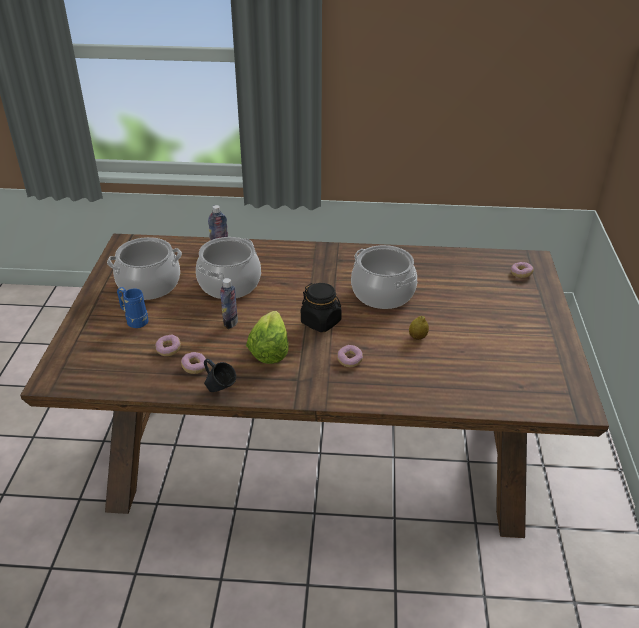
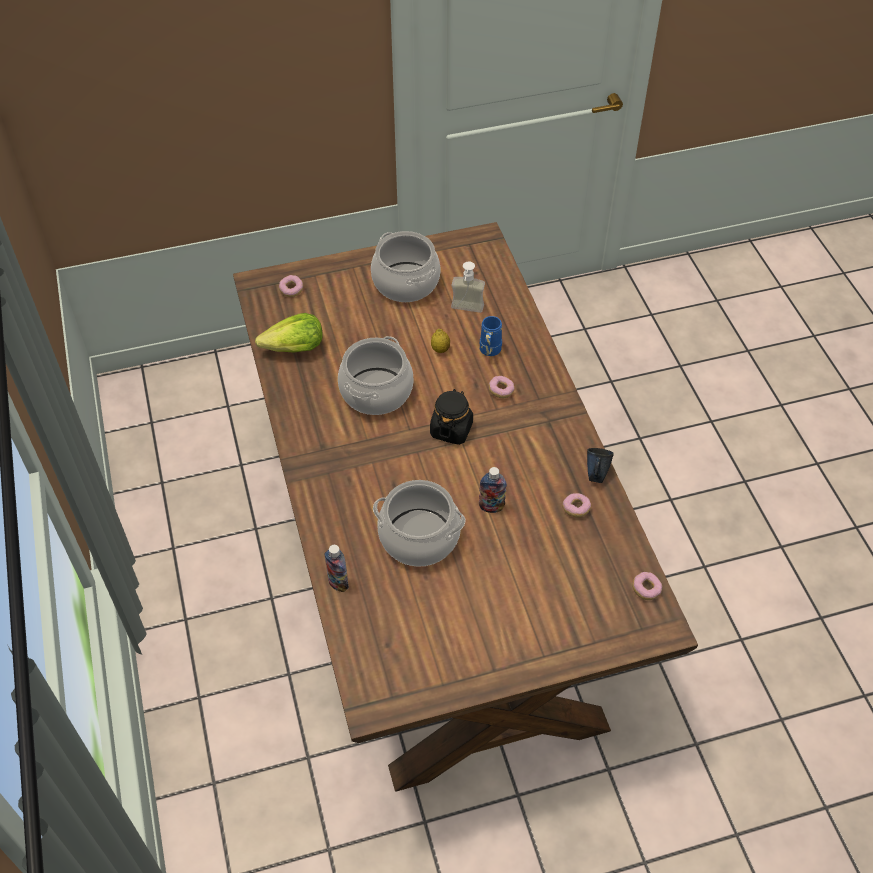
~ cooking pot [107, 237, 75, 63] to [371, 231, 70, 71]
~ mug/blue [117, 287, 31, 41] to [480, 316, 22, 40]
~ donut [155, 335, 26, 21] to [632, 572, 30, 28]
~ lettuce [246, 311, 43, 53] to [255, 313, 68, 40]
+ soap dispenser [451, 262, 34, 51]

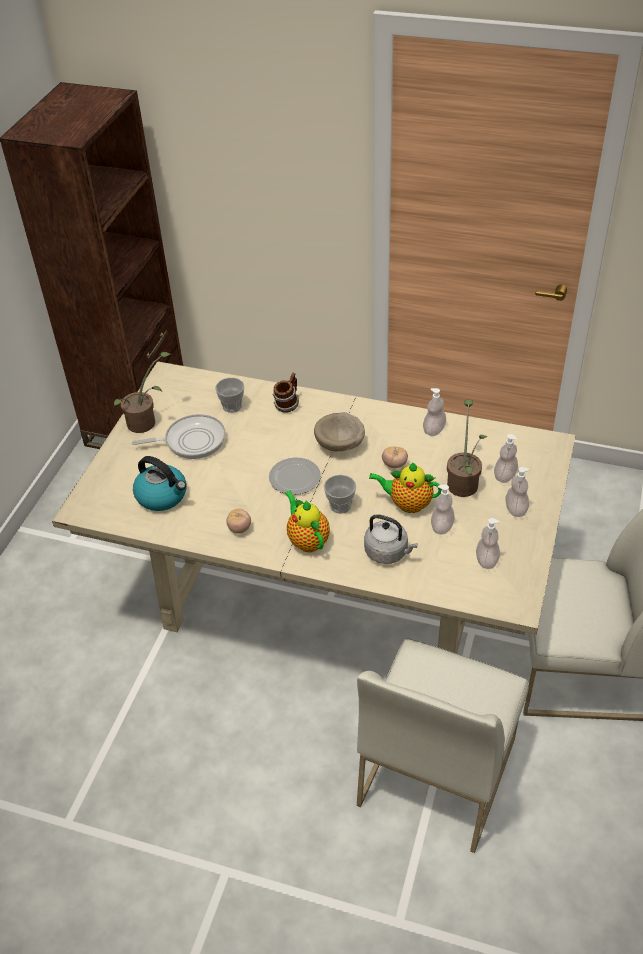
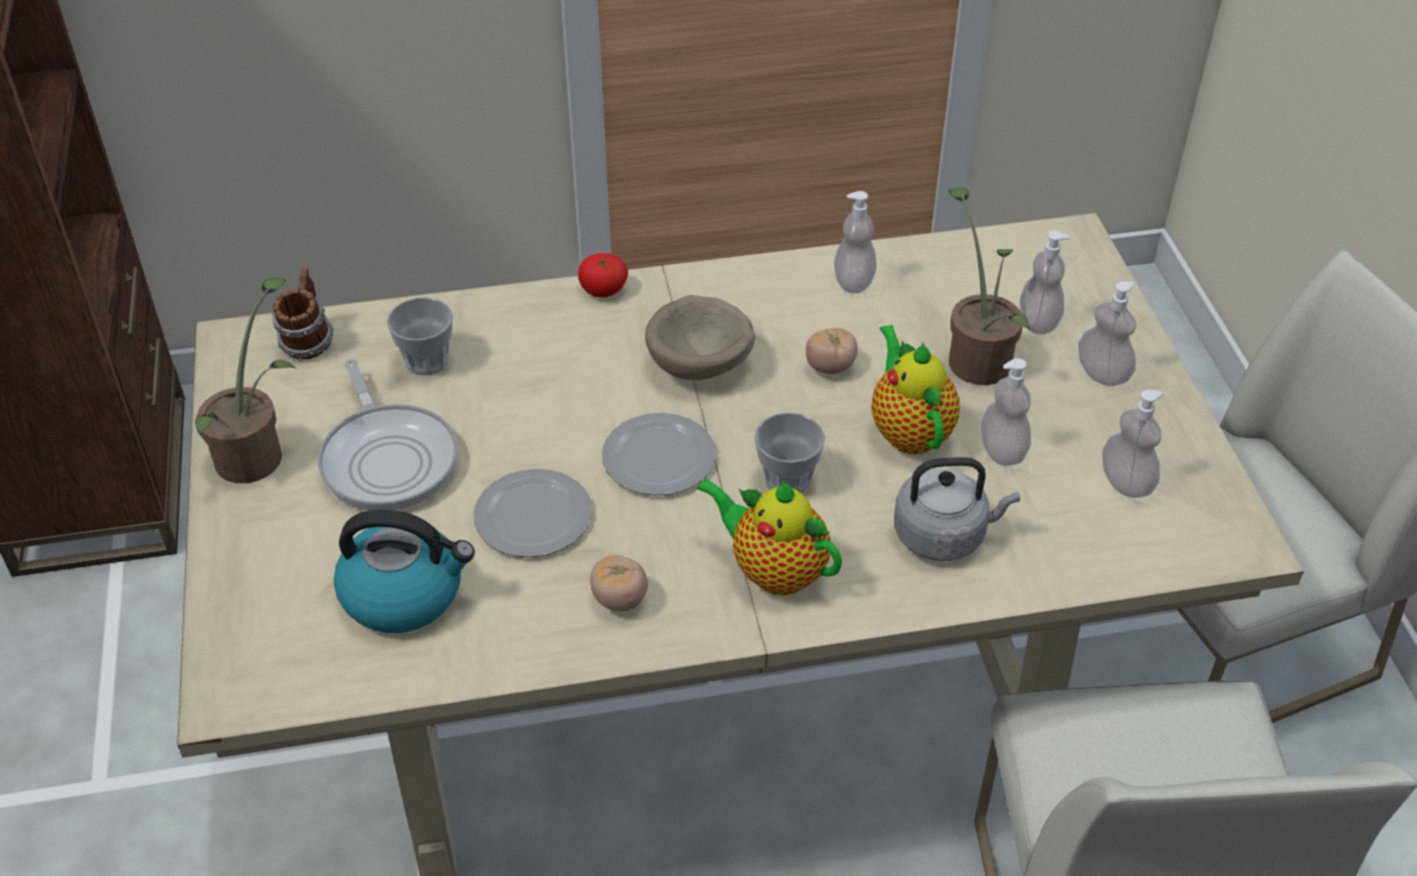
~ frying pan [132, 414, 94, 45] = [318, 359, 140, 152] 105 degrees clockwise
~ mug [273, 373, 26, 40] to [272, 268, 62, 91]
~ teapot [369, 462, 73, 51] = [871, 325, 89, 130] 90 degrees clockwise
+ plate [473, 469, 119, 88]
+ tomato [578, 253, 50, 45]

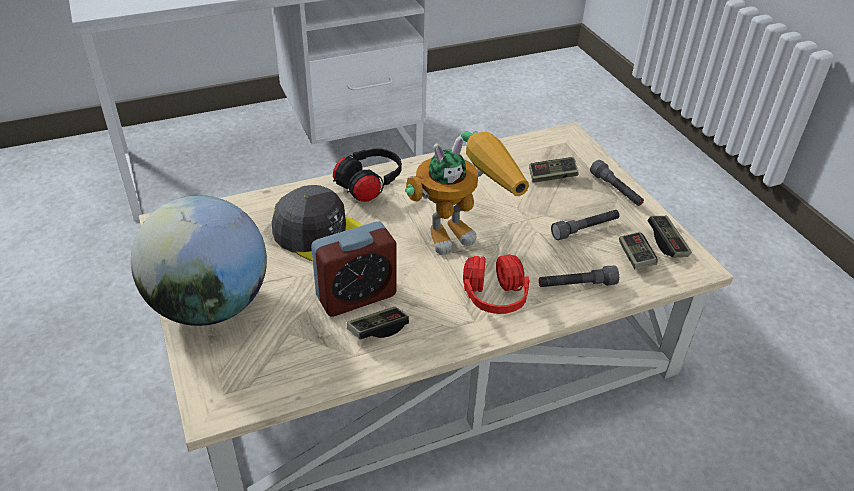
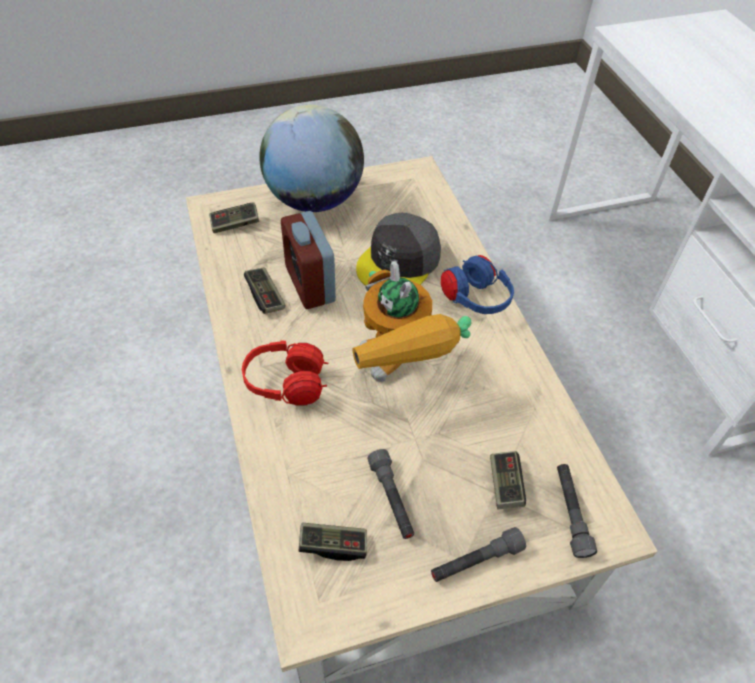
~ headphones/black [333, 148, 69, 54] to headphones/blue [441, 255, 73, 59]
~ flashlight/grey [539, 266, 80, 21] to [557, 464, 40, 94]
~ game controller [648, 216, 44, 42] to [209, 202, 50, 31]

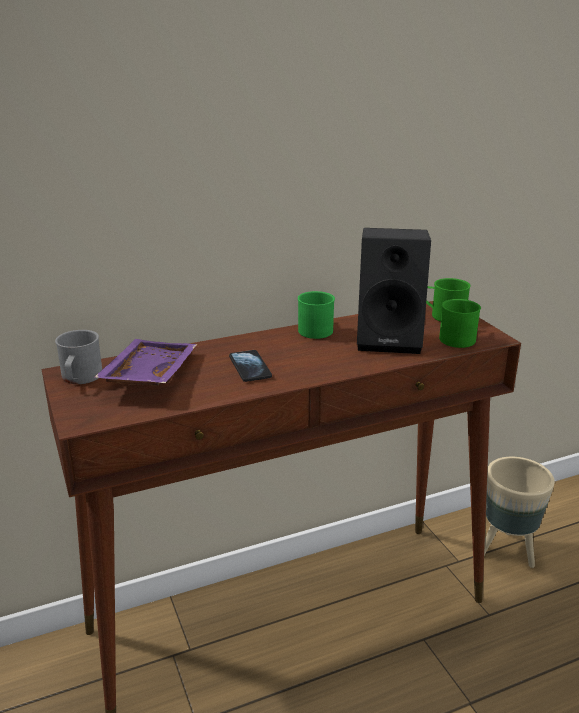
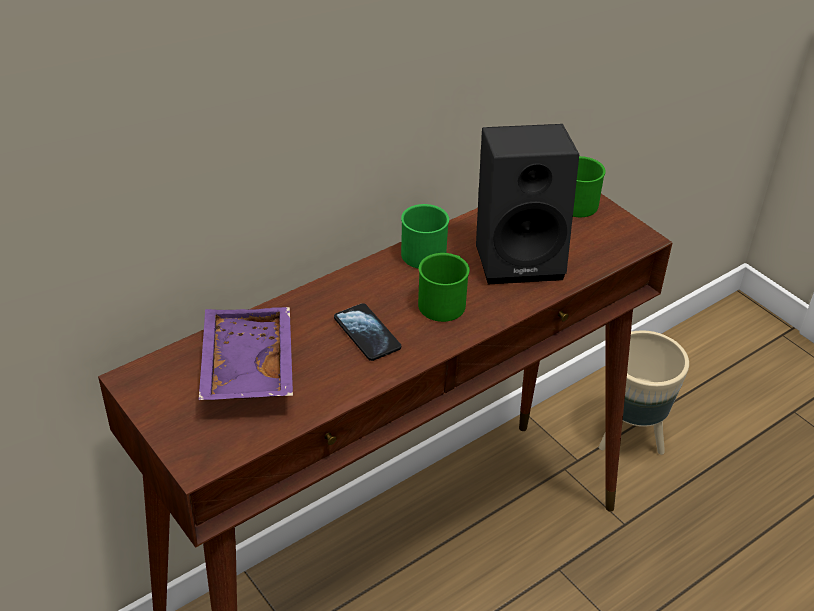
- mug/grey [55, 330, 47, 54]
~ mug/green [439, 299, 42, 49] to [418, 253, 52, 69]

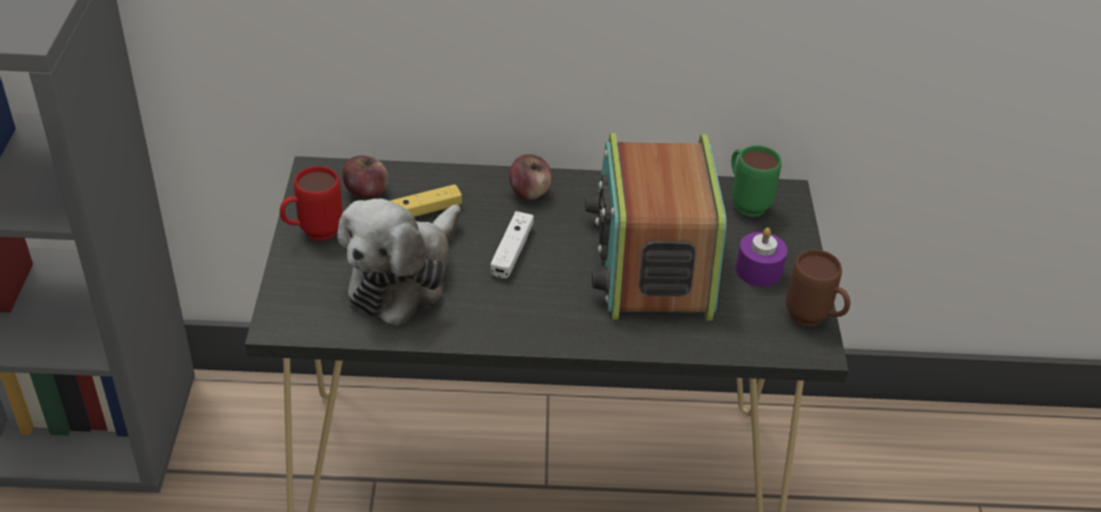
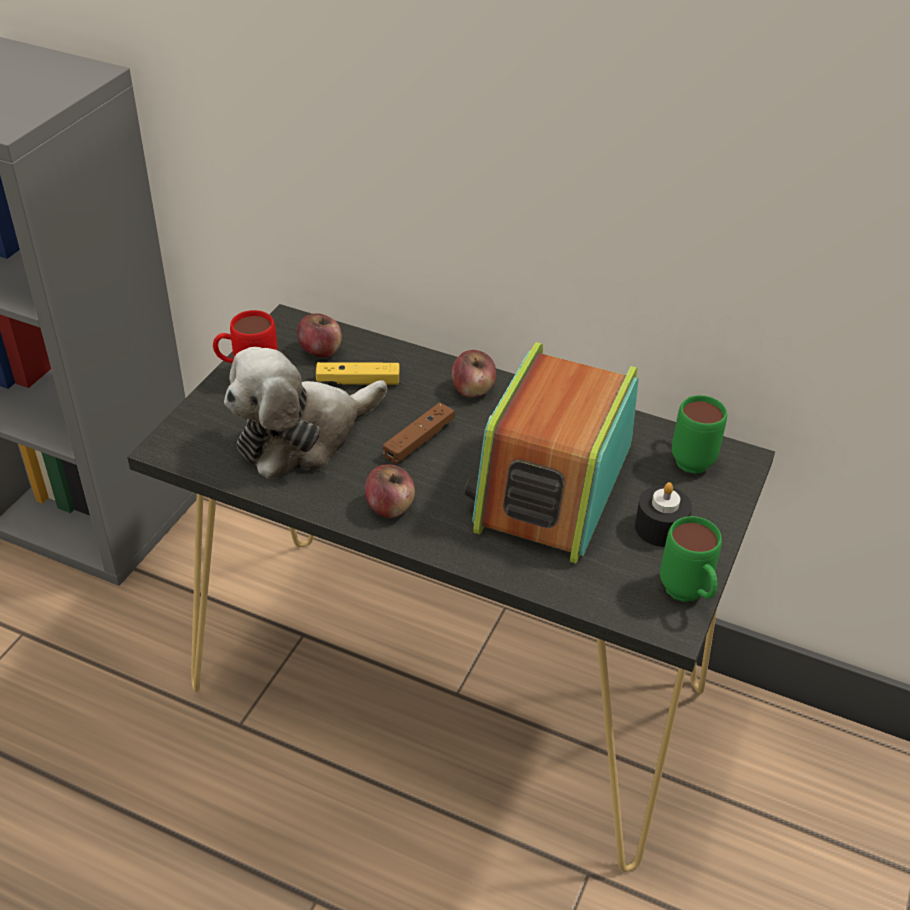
~ game controller/white [490, 211, 44, 68] to game controller/brown [383, 402, 72, 62]
~ candle/purple [736, 228, 51, 59] to candle/black [635, 482, 57, 65]
~ mug/brown [786, 250, 64, 76] to mug/green [660, 516, 62, 86]
+ apple [365, 464, 50, 54]

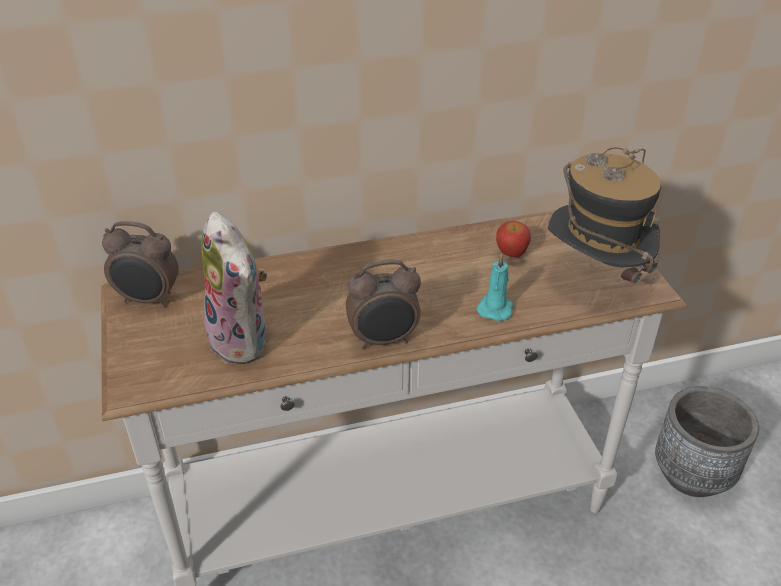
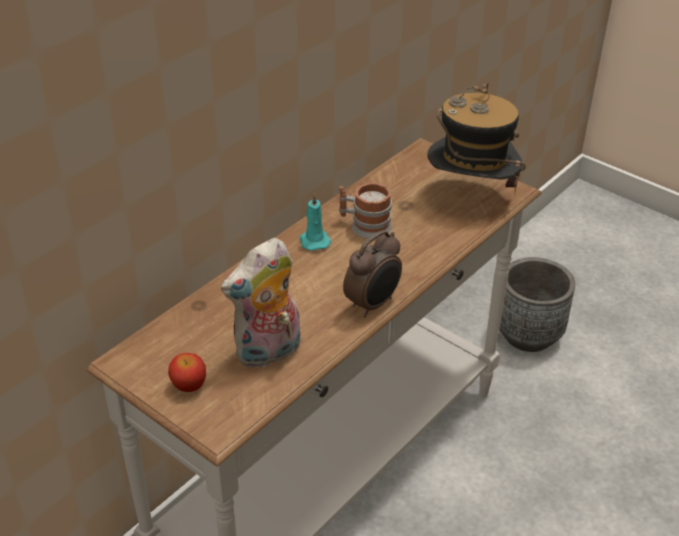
- alarm clock [102, 221, 77, 86]
~ plush toy [202, 212, 65, 152] = [221, 238, 79, 130] 120 degrees clockwise
~ candle/turquoise [477, 253, 36, 68] to [300, 193, 31, 58]
~ apple [496, 221, 35, 36] to [168, 353, 38, 39]
+ mug [339, 183, 53, 56]

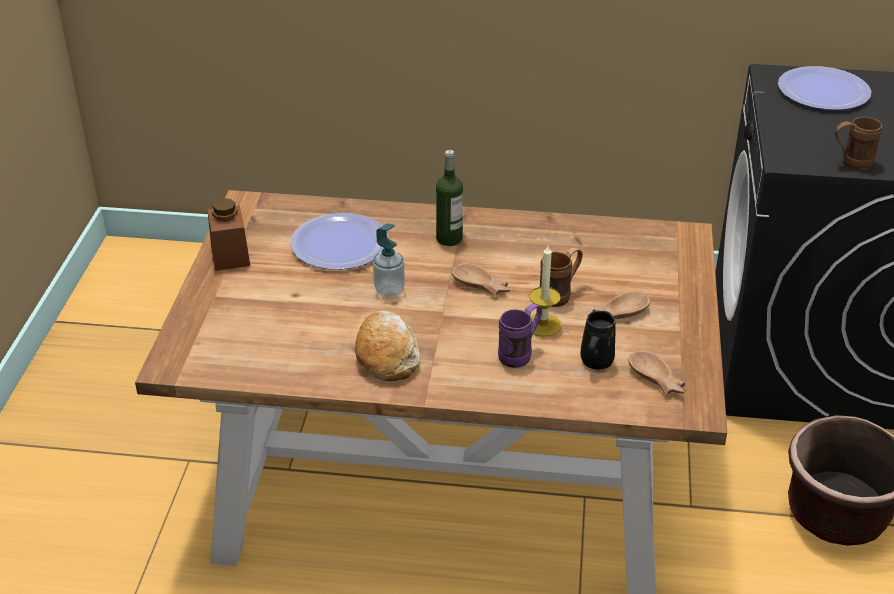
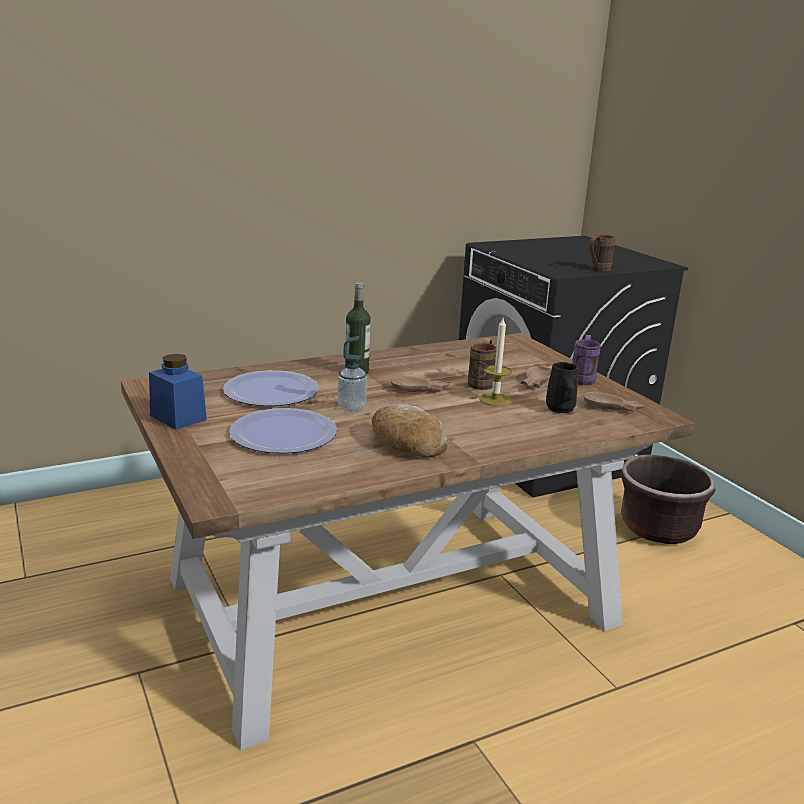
~ jar/brown [207, 198, 43, 73] to jar/blue [149, 354, 58, 76]
~ mug/purple [498, 304, 44, 64] to [572, 335, 29, 50]
~ plate [778, 66, 93, 44] to [229, 408, 108, 46]

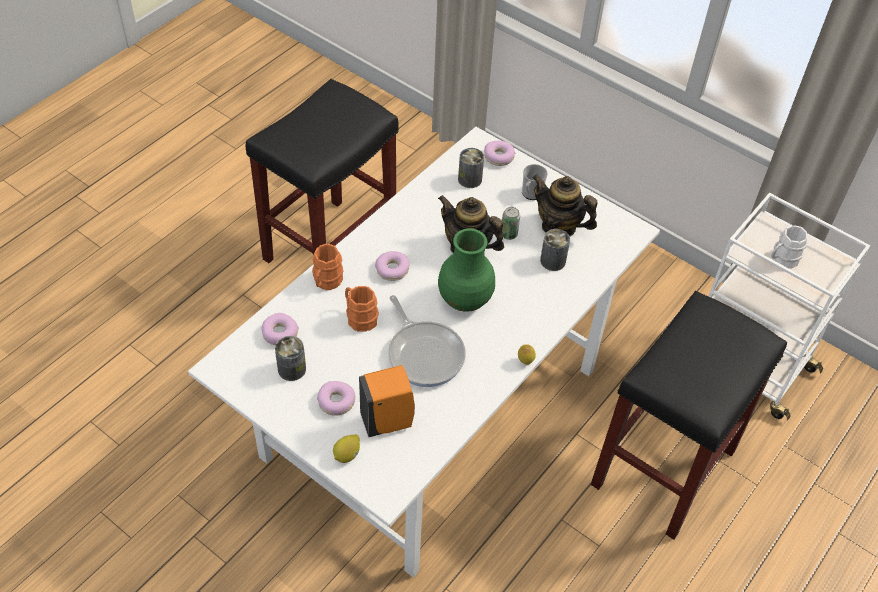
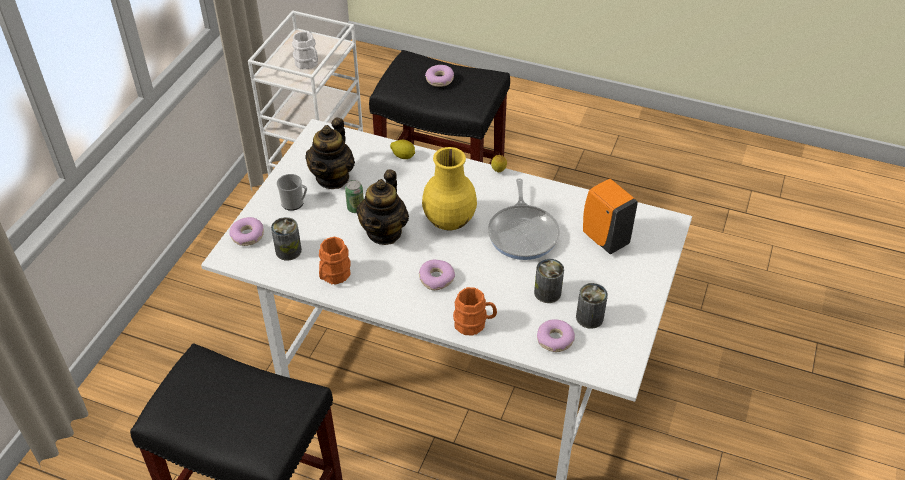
~ donut [317, 381, 38, 35] to [425, 65, 29, 22]
~ lemon [333, 434, 27, 29] to [390, 140, 25, 19]
~ mug/orange [345, 286, 34, 46] to [319, 236, 32, 49]
~ frying pan [388, 295, 78, 92] = [488, 178, 72, 82] 135 degrees clockwise
~ vase/green [438, 228, 57, 84] to vase/yellow [422, 147, 55, 84]
~ can [540, 229, 30, 42] to [534, 259, 30, 44]

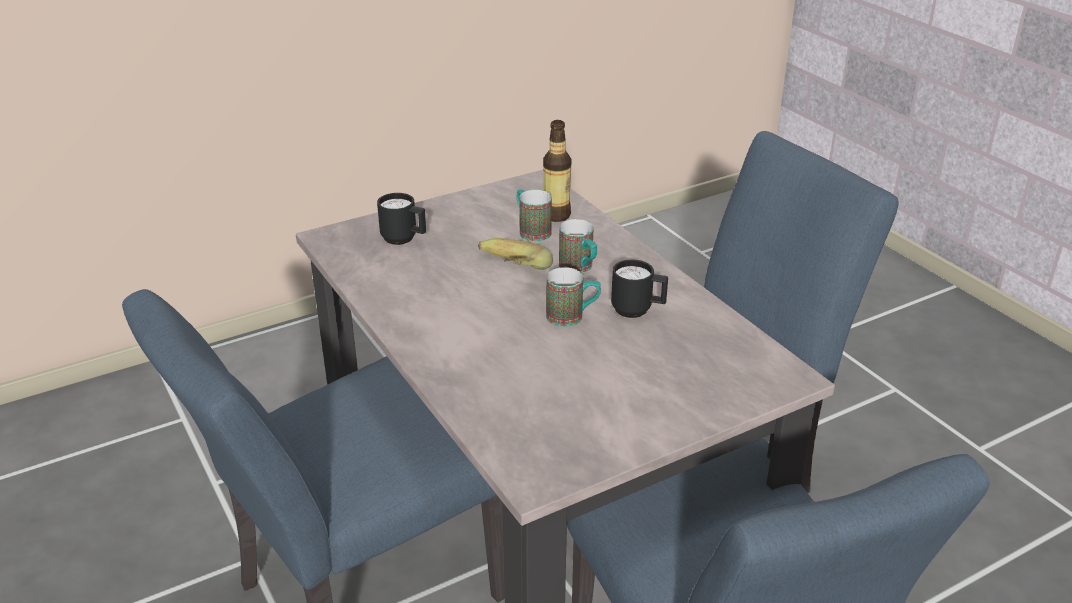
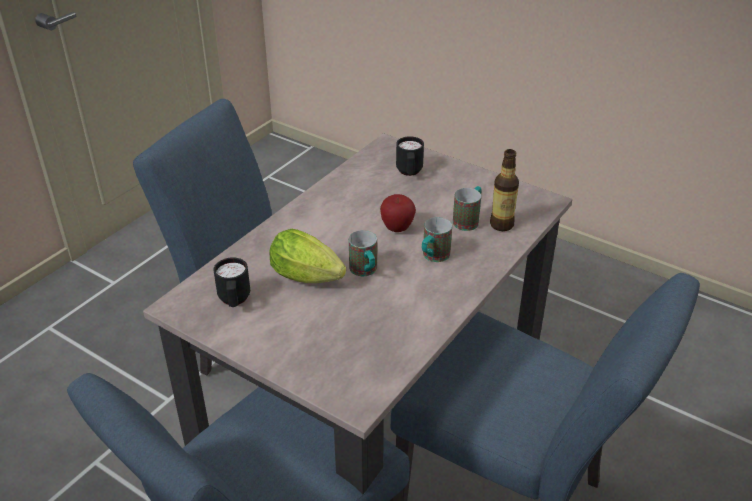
~ banana [478, 238, 75, 32] to apple [380, 194, 36, 38]
~ mug/black [611, 260, 57, 58] to [213, 257, 37, 50]
+ lettuce [270, 229, 76, 54]

